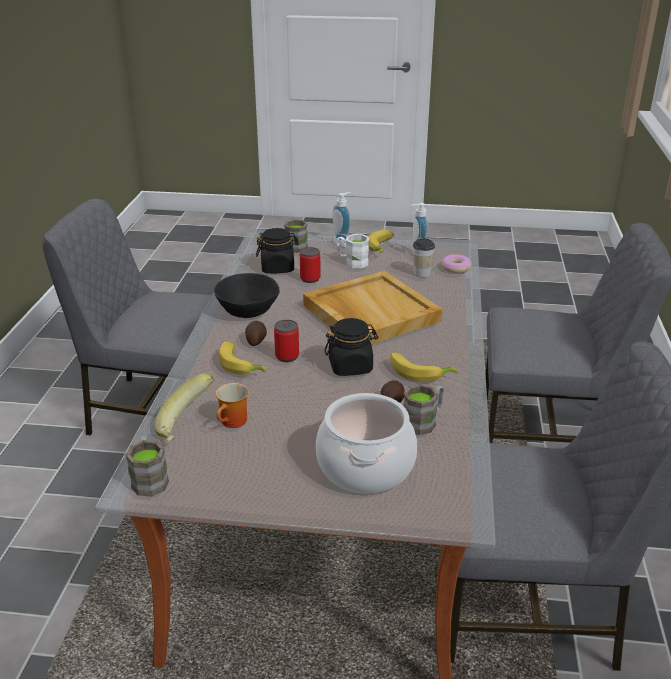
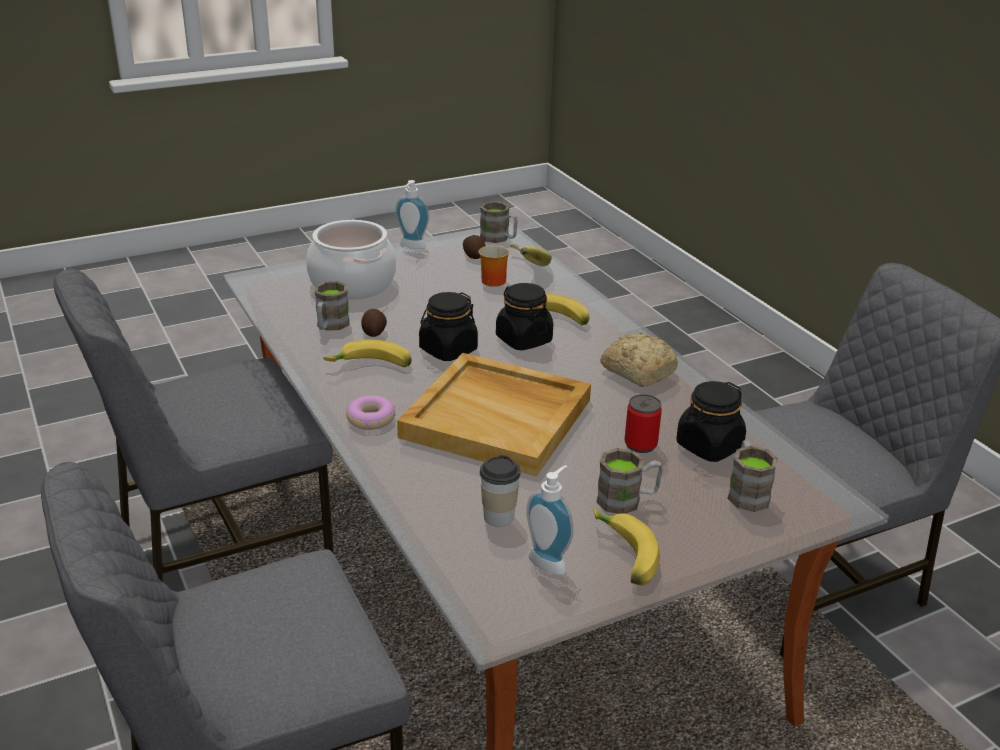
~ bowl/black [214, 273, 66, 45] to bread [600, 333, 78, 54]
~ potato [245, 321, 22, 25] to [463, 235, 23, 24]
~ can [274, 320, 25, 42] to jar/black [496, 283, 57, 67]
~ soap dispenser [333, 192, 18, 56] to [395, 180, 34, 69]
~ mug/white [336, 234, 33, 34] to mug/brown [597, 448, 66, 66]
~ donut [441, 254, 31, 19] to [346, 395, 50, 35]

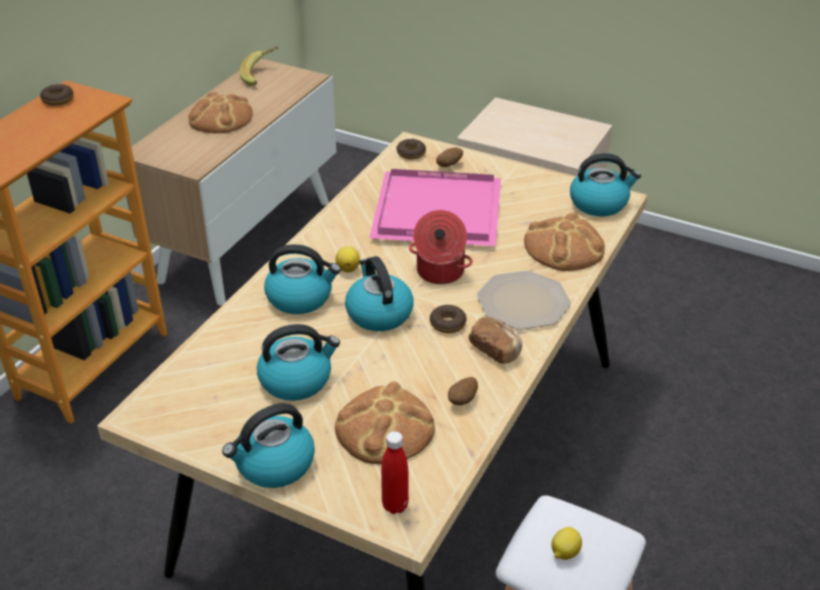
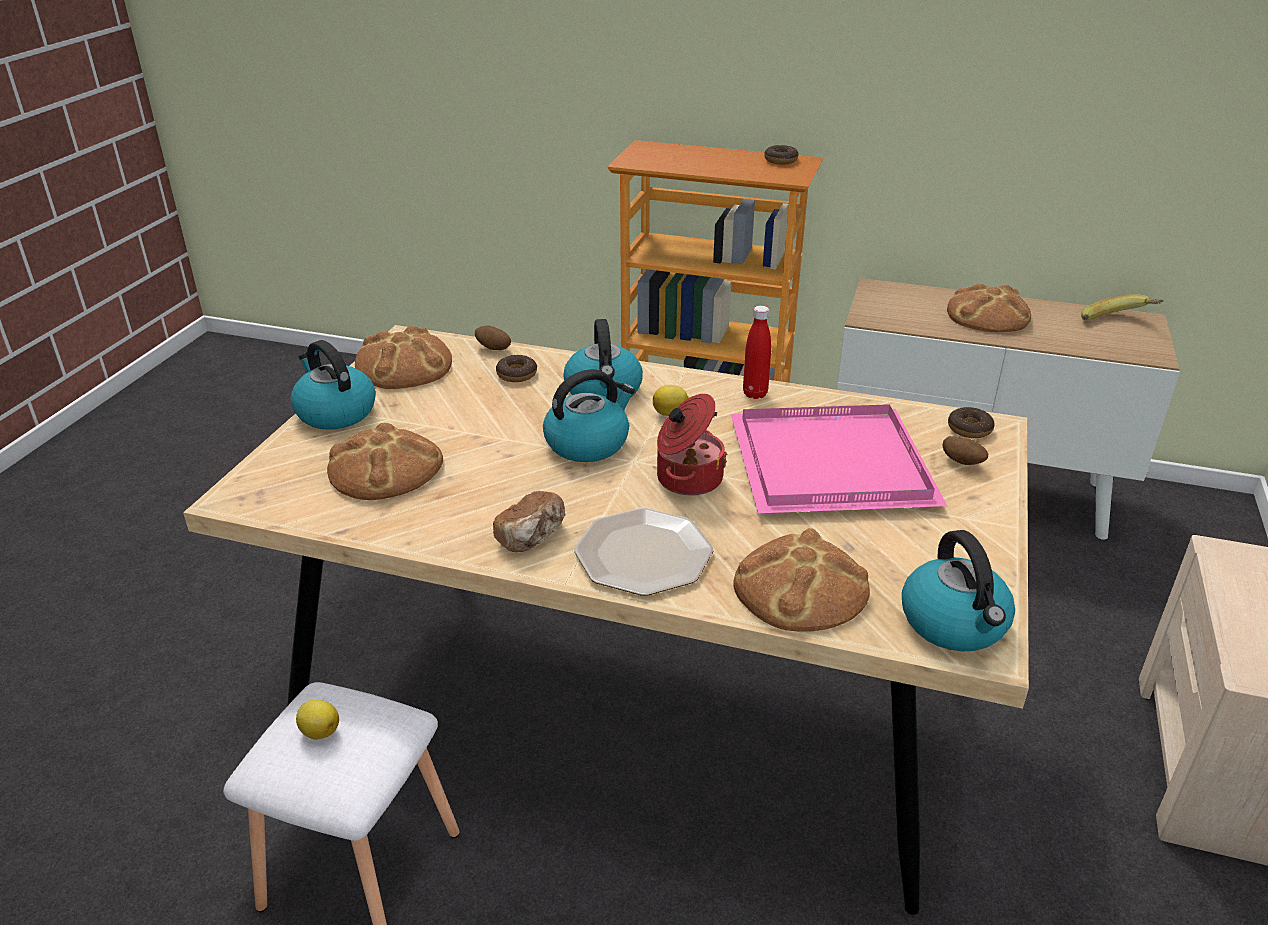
- kettle [257, 324, 83, 77]
~ bottle/red [381, 431, 28, 83] to [743, 306, 28, 93]
~ donut [430, 305, 37, 28] to [496, 355, 41, 27]
~ potato [448, 377, 30, 28] to [475, 325, 36, 25]
+ bread [355, 326, 97, 63]

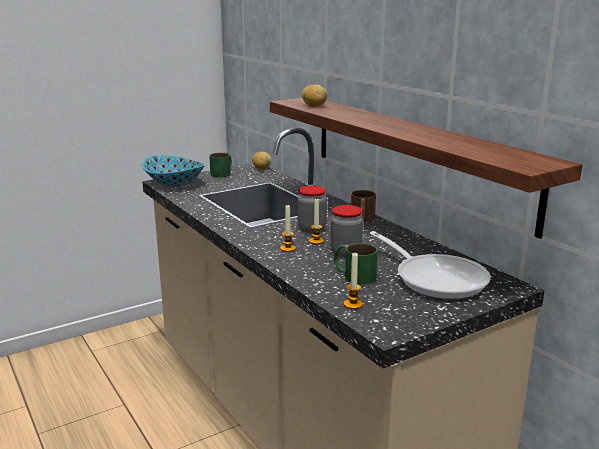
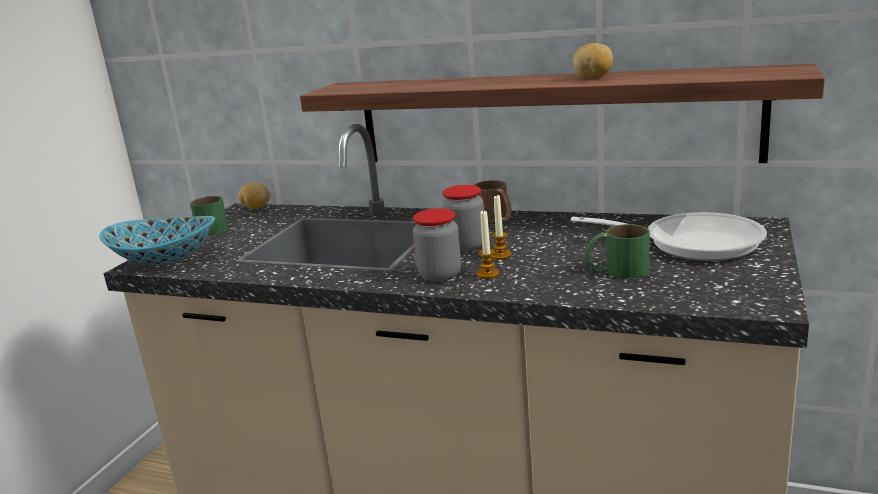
~ potato [302, 85, 25, 22] to [573, 43, 40, 35]
~ jar [330, 205, 33, 52] to [413, 208, 48, 74]
- candle [344, 253, 19, 56]

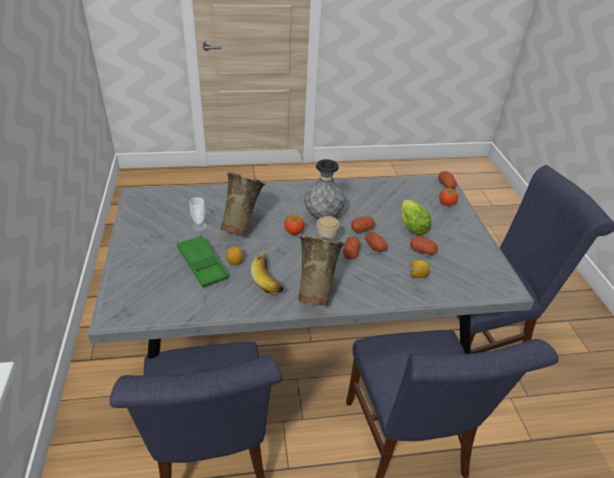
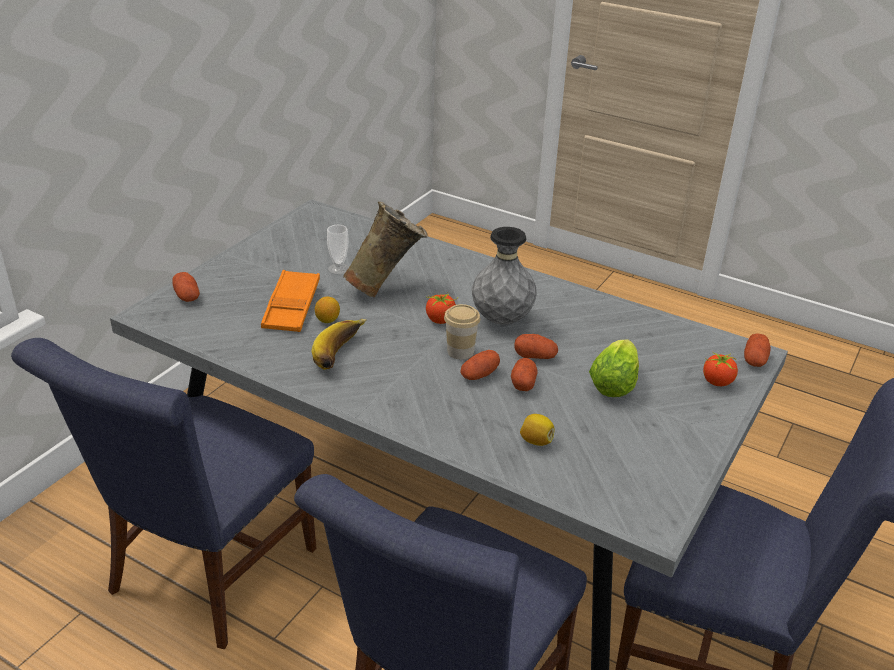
~ tray/green [177, 235, 52, 53] to tray/orange [261, 270, 59, 62]
- vase/beige [298, 234, 47, 72]
~ potato [410, 236, 28, 18] to [172, 272, 28, 30]

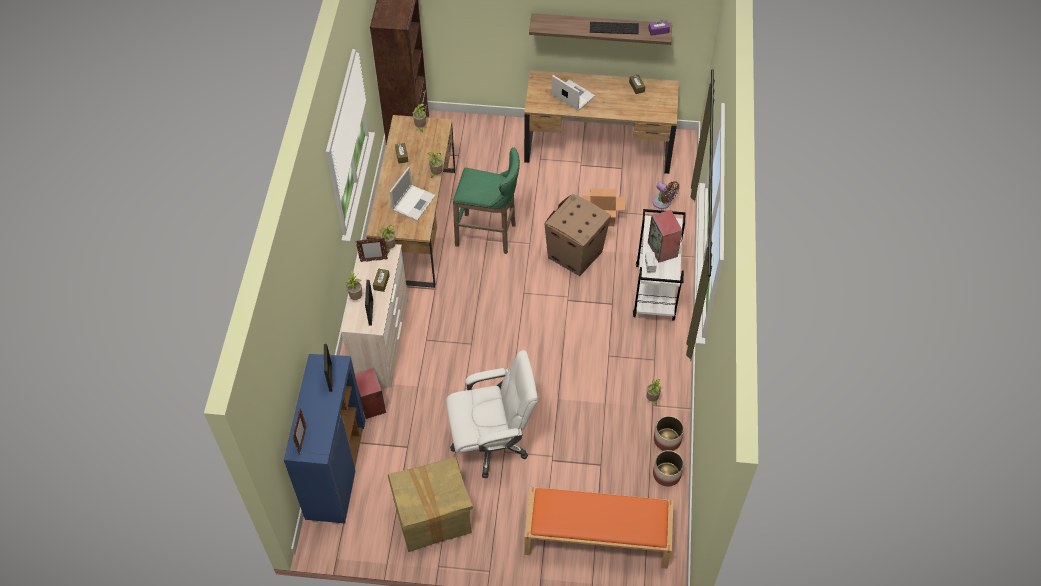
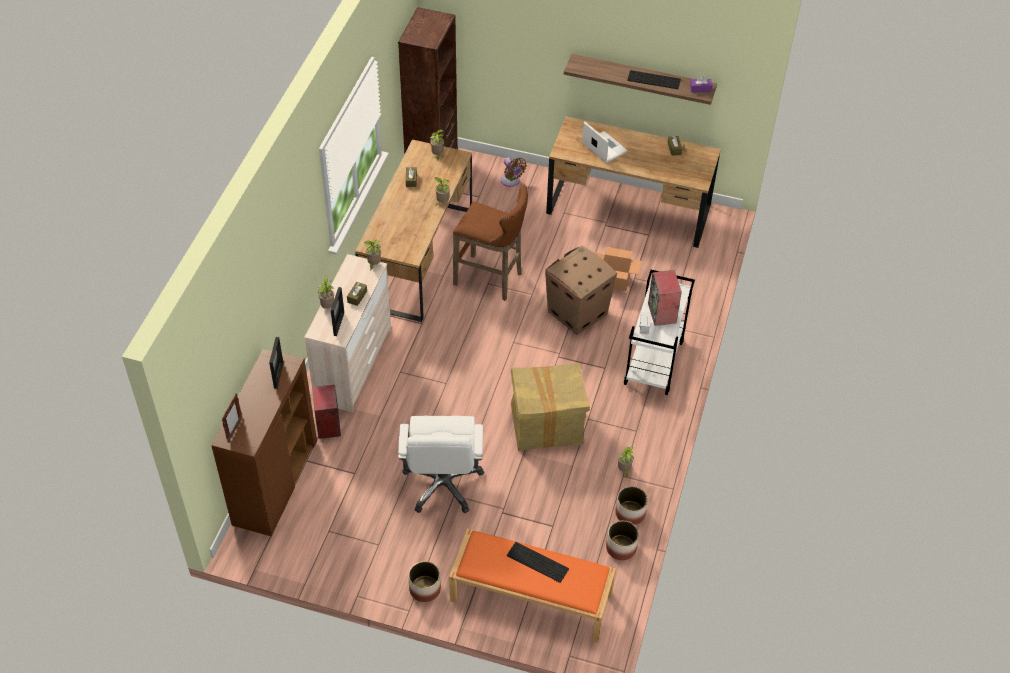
~ cabinet/blue [284, 354, 81, 169] to cabinet/brown [211, 349, 106, 187]
- picture frame [356, 238, 32, 24]
~ cardboard box [388, 457, 85, 95] to [511, 363, 79, 88]
- laptop [389, 167, 47, 54]
~ office chair/white [446, 350, 92, 128] = [398, 416, 86, 97] 90 degrees clockwise
~ stool/green [453, 147, 67, 107] to stool/brown [453, 184, 75, 117]
~ fan/brown [652, 181, 28, 28] to [501, 157, 26, 30]
+ planter [408, 561, 33, 41]
+ keyboard [507, 542, 62, 41]

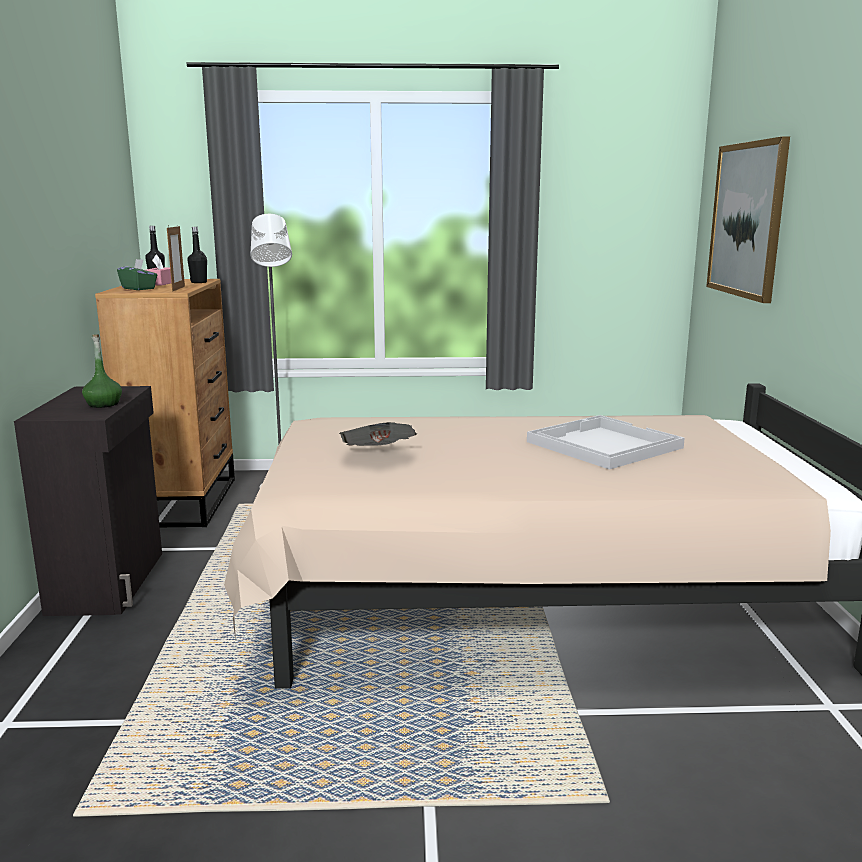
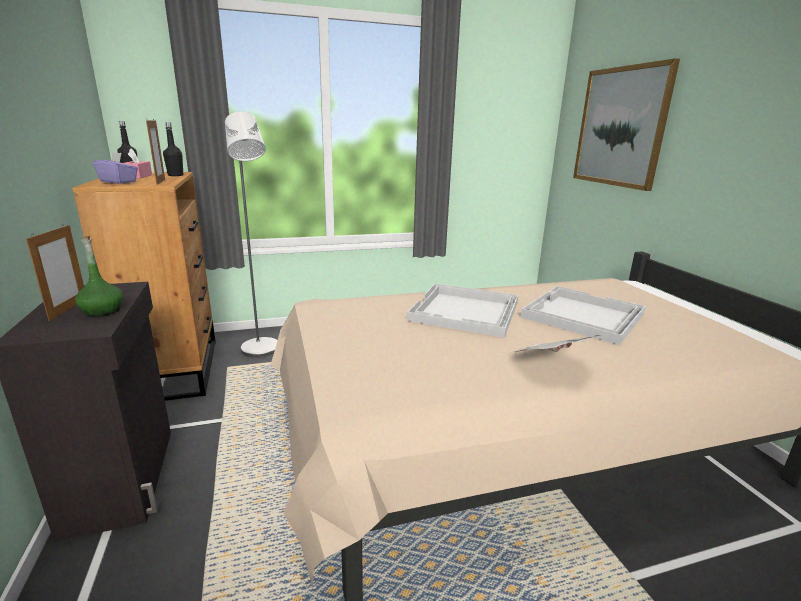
~ tissue box/green [117, 259, 40, 31] to tissue box/purple [93, 152, 45, 32]
~ newspaper [339, 422, 78, 24] to [515, 335, 86, 17]
+ picture frame [26, 225, 58, 96]
+ tray/white [407, 283, 111, 55]

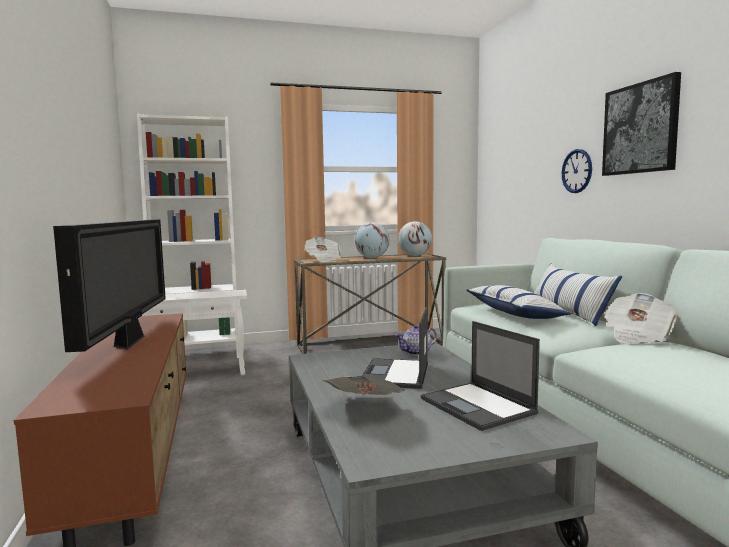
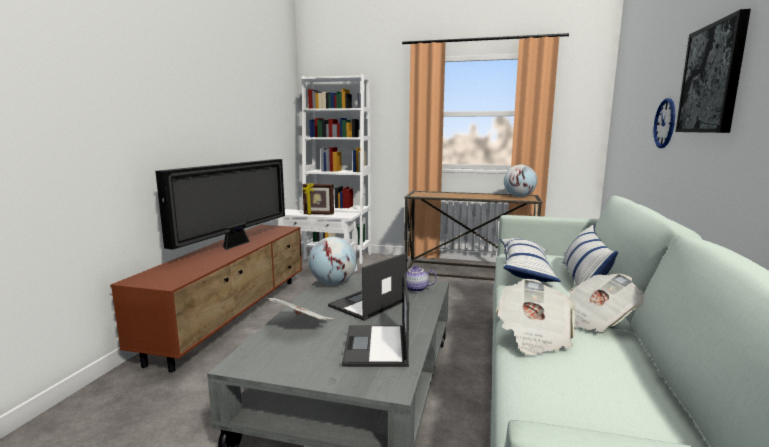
~ newspaper [304, 237, 37, 25] to [496, 279, 79, 76]
~ globe [354, 222, 36, 36] to [309, 237, 48, 48]
+ picture frame [303, 183, 31, 32]

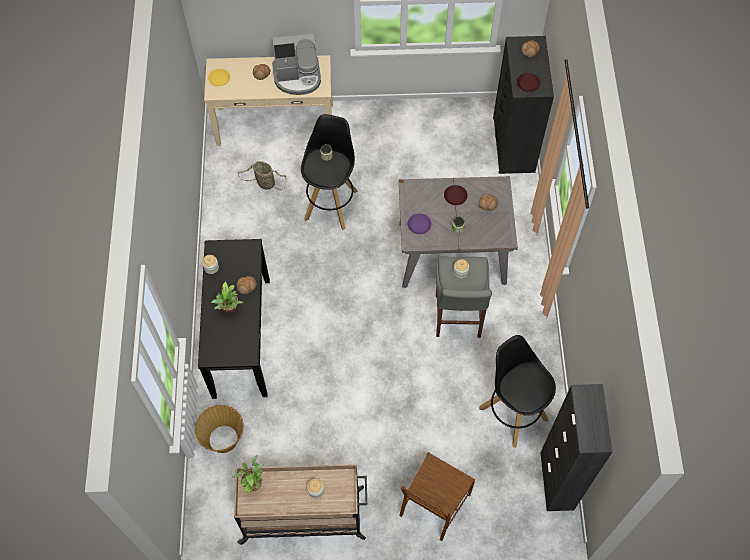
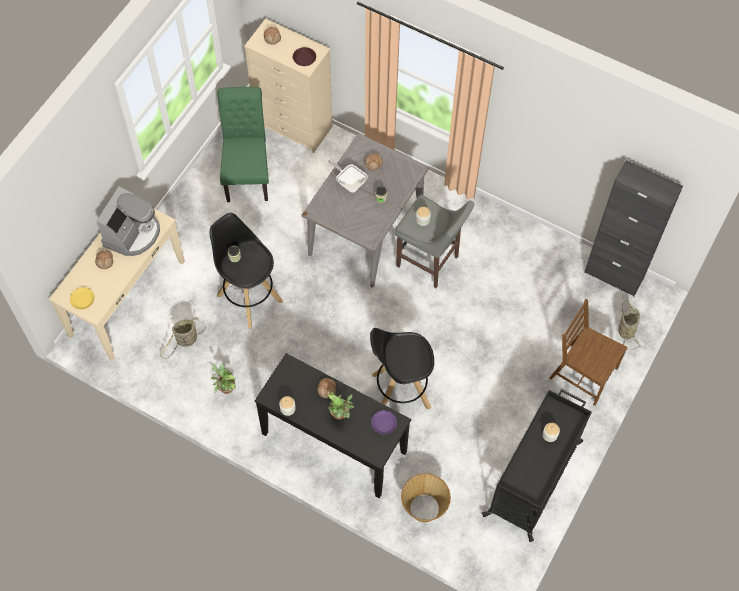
~ potted plant [232, 455, 32, 39] to [211, 363, 25, 31]
~ cart/beige [234, 464, 133, 81] to cart/black [482, 389, 110, 153]
~ chair/brown [399, 452, 76, 89] = [550, 299, 78, 107] 150 degrees clockwise
~ plate/purple [407, 214, 24, 20] to [371, 410, 26, 24]
~ plate/brown [444, 185, 24, 20] to frying pan [328, 160, 40, 33]
~ stool/black [479, 335, 77, 113] to [370, 328, 64, 82]
~ dresser/black [493, 36, 61, 138] to dresser/beige [244, 19, 88, 134]
+ chair/green [217, 87, 52, 115]
+ basket [619, 300, 22, 50]

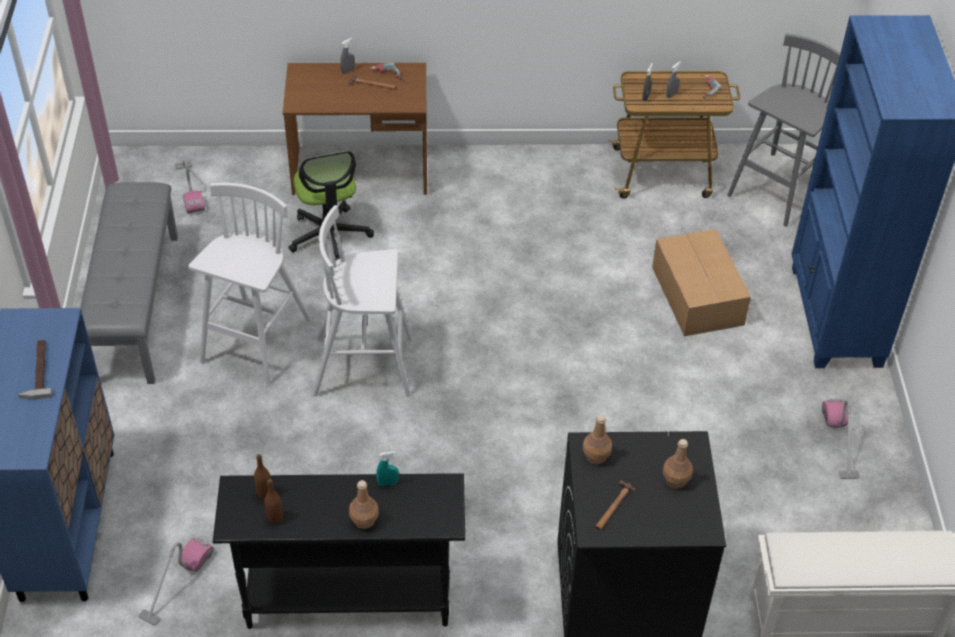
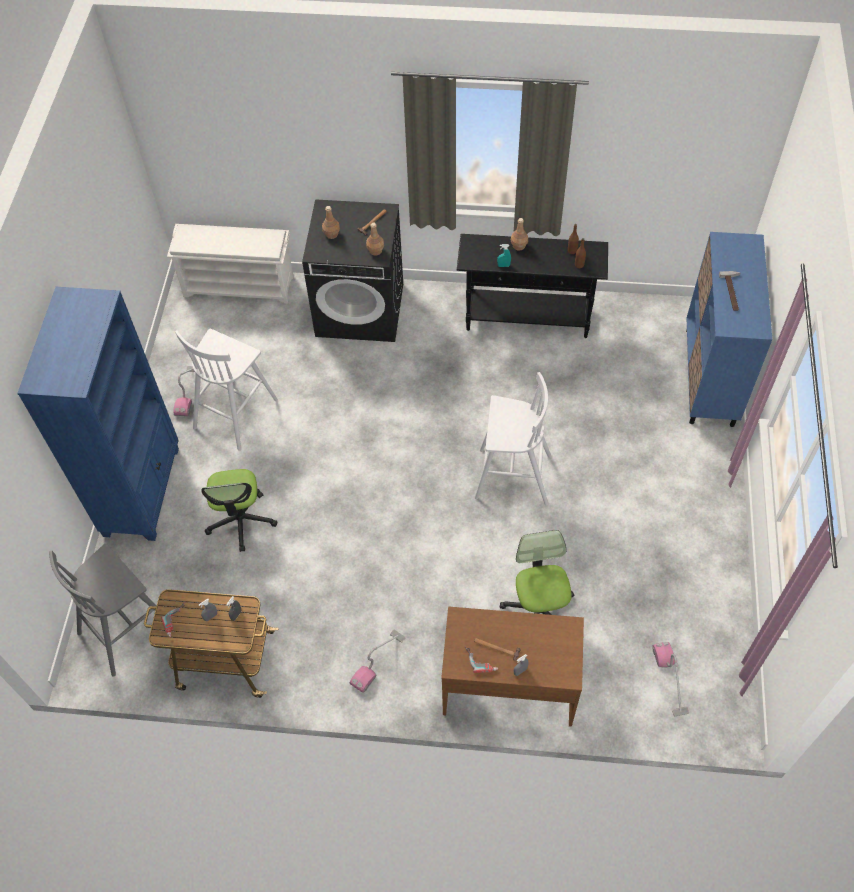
- bench/grey [80, 182, 98, 202]
~ vacuum cleaner [138, 537, 75, 89] to [350, 630, 55, 63]
~ stool/white [189, 183, 122, 202] to [175, 329, 103, 122]
~ cardboard box [652, 229, 99, 107] to office chair [201, 469, 76, 83]

